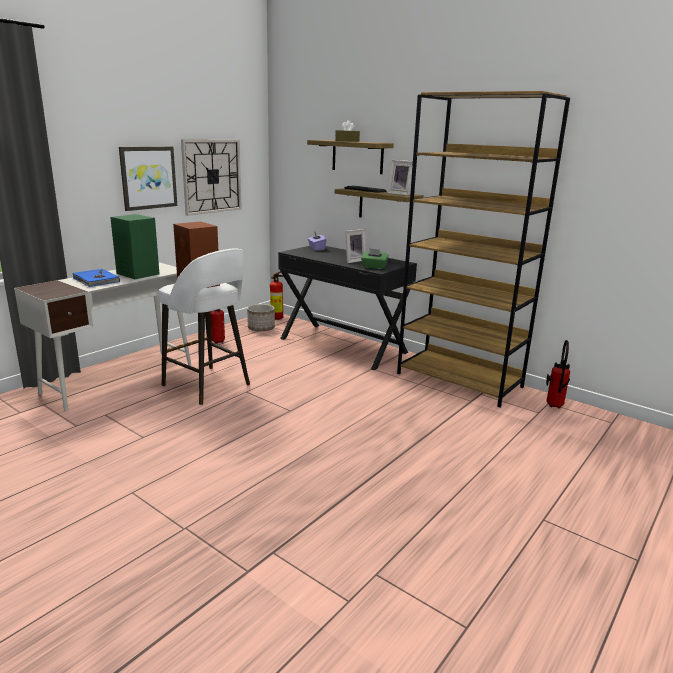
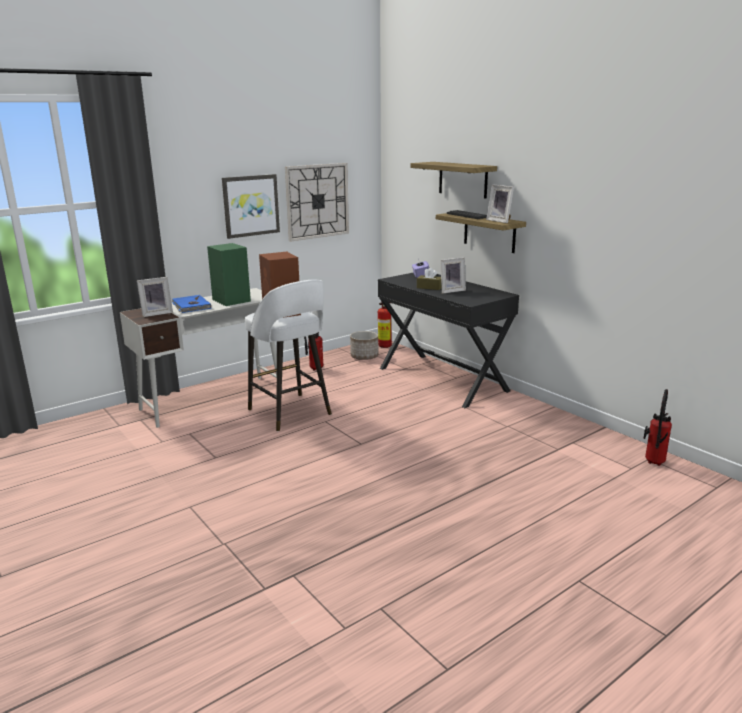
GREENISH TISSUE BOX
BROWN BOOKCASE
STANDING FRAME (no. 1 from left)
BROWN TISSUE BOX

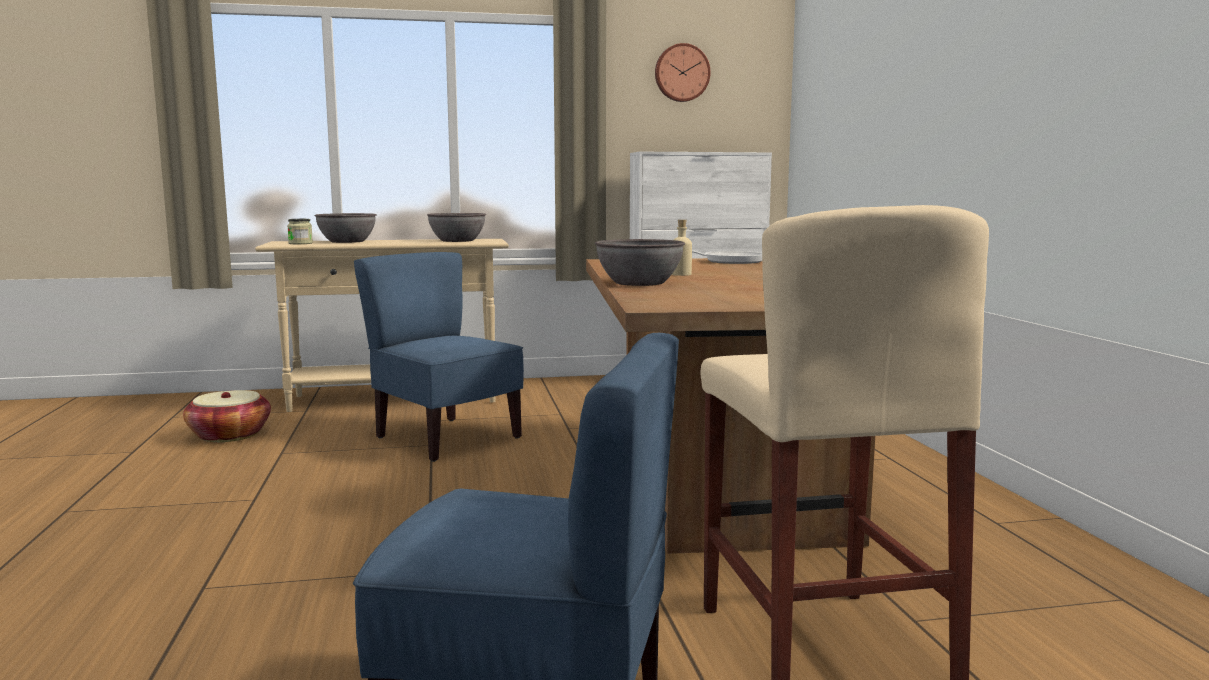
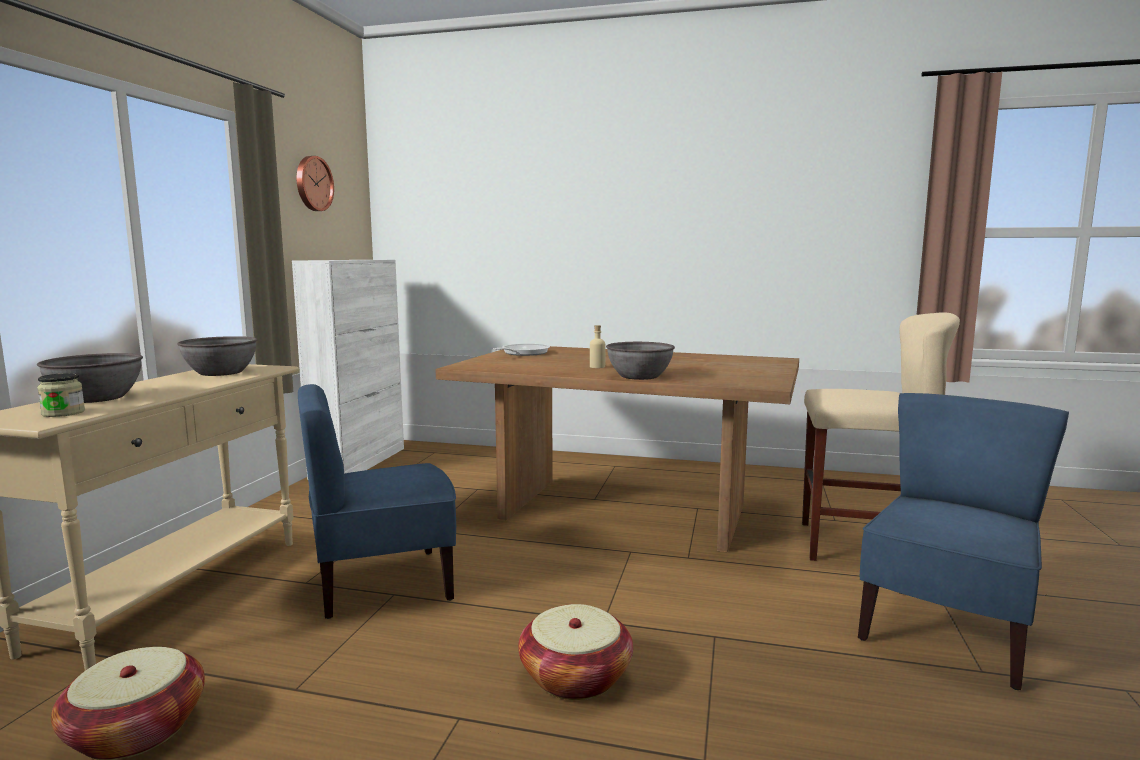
STORAGE BASKET (no. 2 from left)

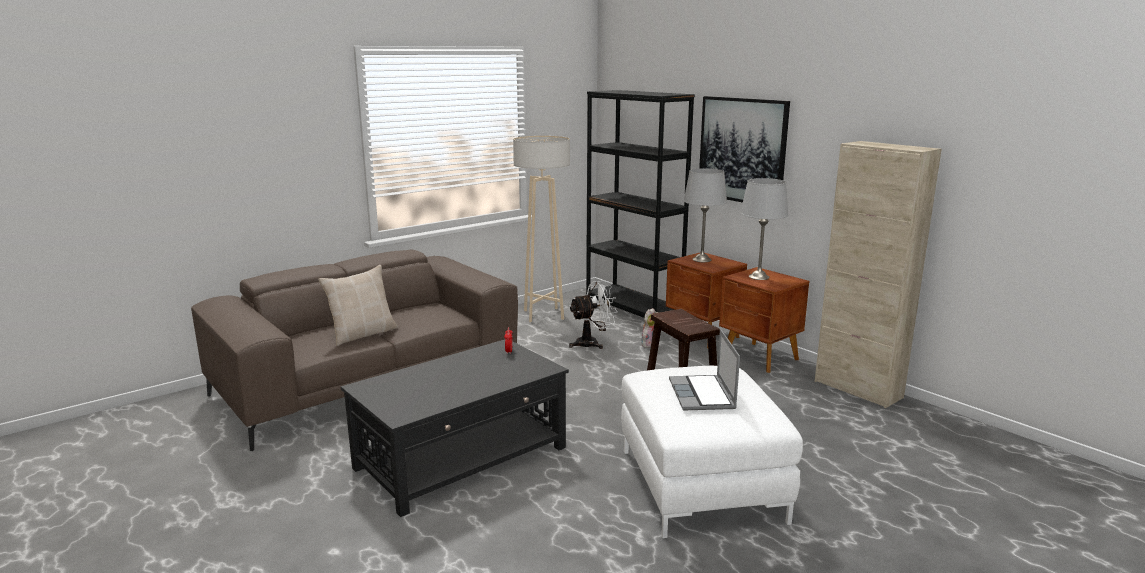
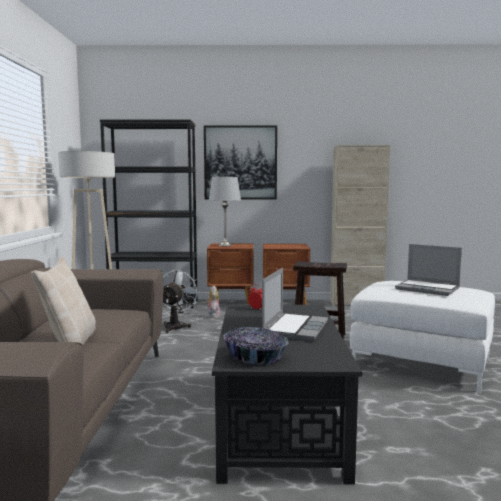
GREY TABLETOP LAMP (no. 2 from left in the first image)
SERVING BOWL
LAPTOP (no. 1 from left)

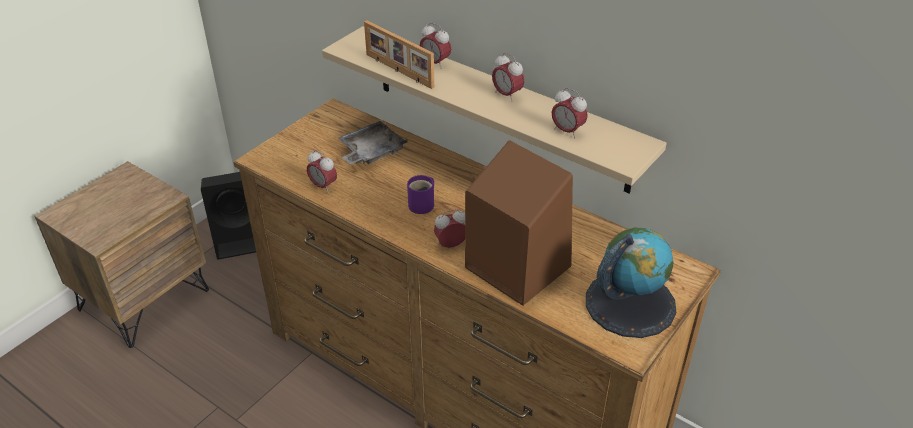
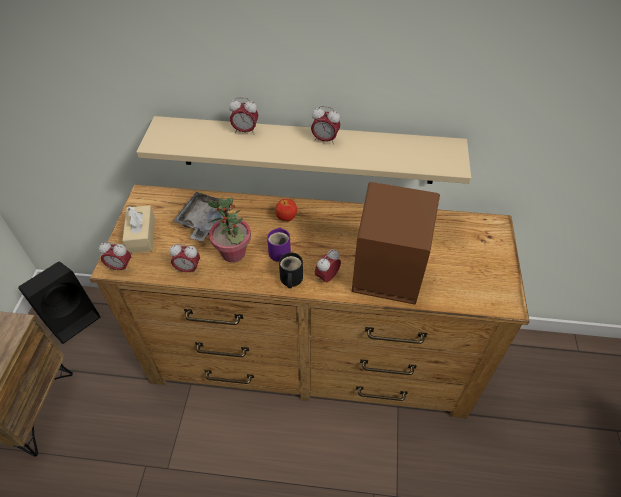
STANDING FRAME
WORLD GLOBE
BEIGE-COLOURED TISSUE BOX
PLANT IN A POT
APPLE FRUIT
BLACKISH MUG
ALARM CLOCK (no. 1 from left)

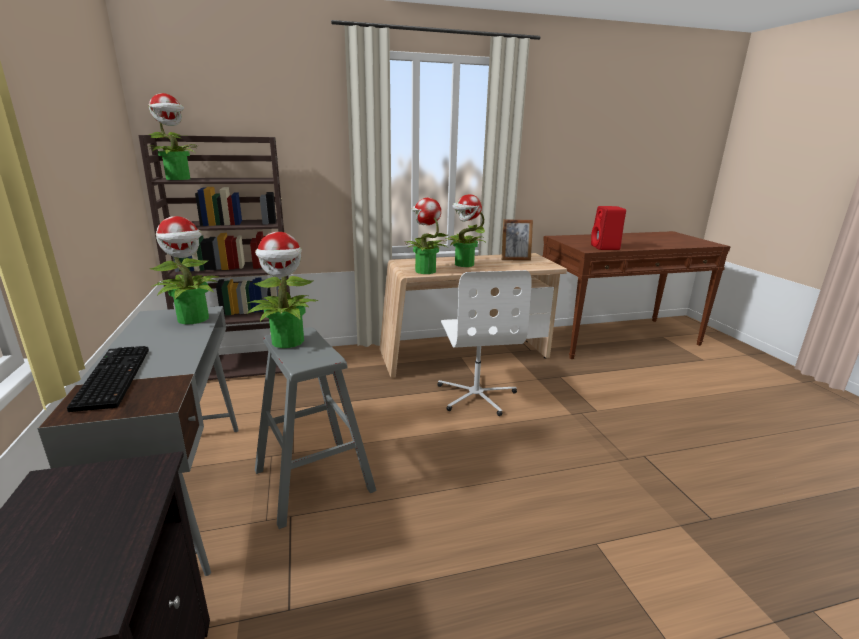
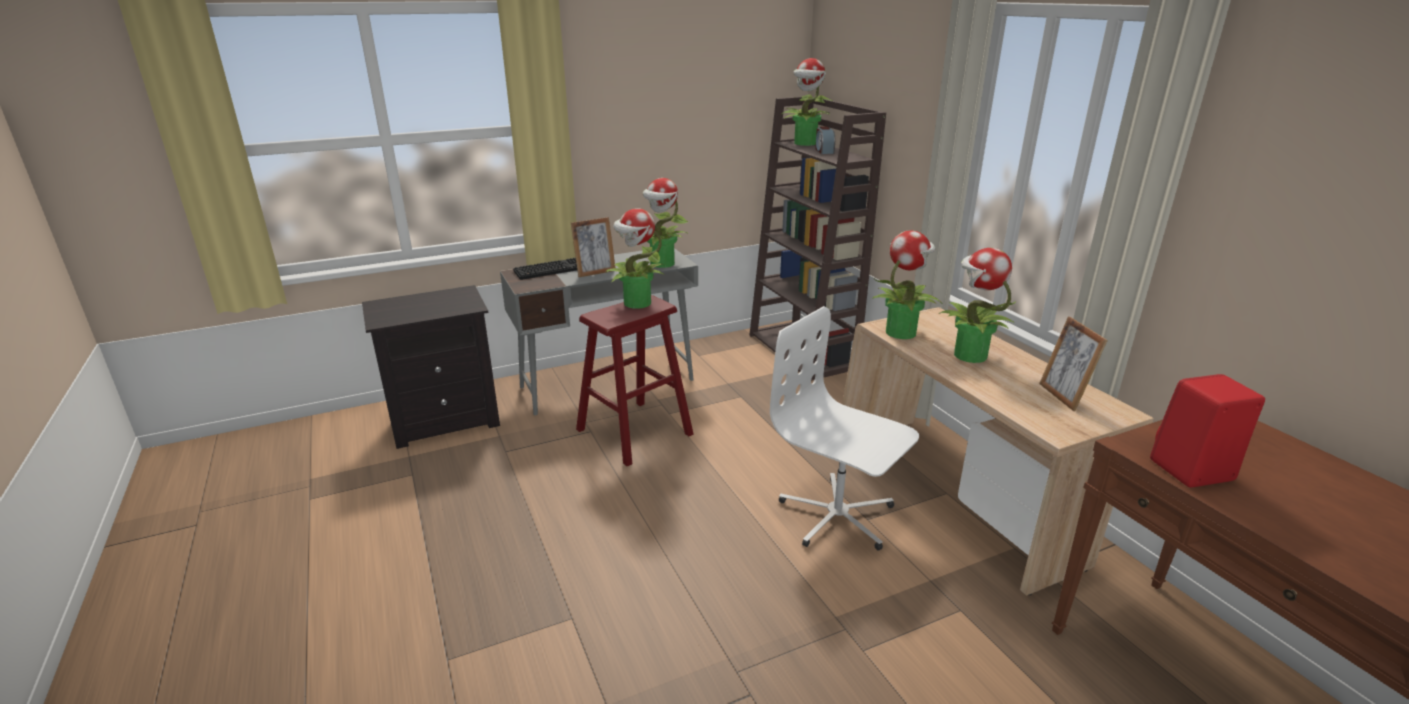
STANDING FRAME (no. 1 from left)
ALARM CLOCK
RED-COLOURED STOOL
WHITISH COMPUTER CHAIR

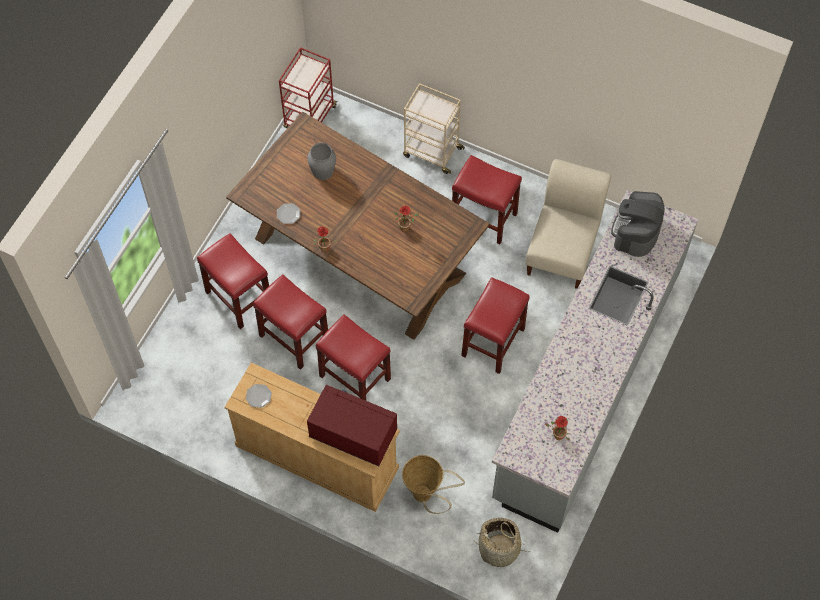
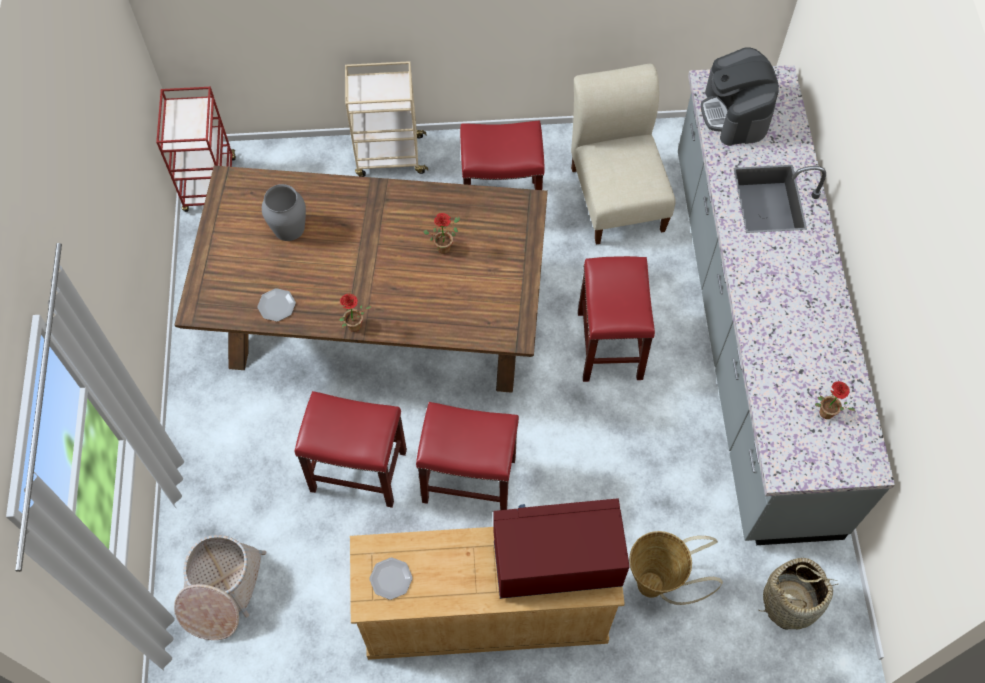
RED-COLOURED STOOL (no. 1 from left in the first image)
STORAGE BASKET (no. 1 from left)

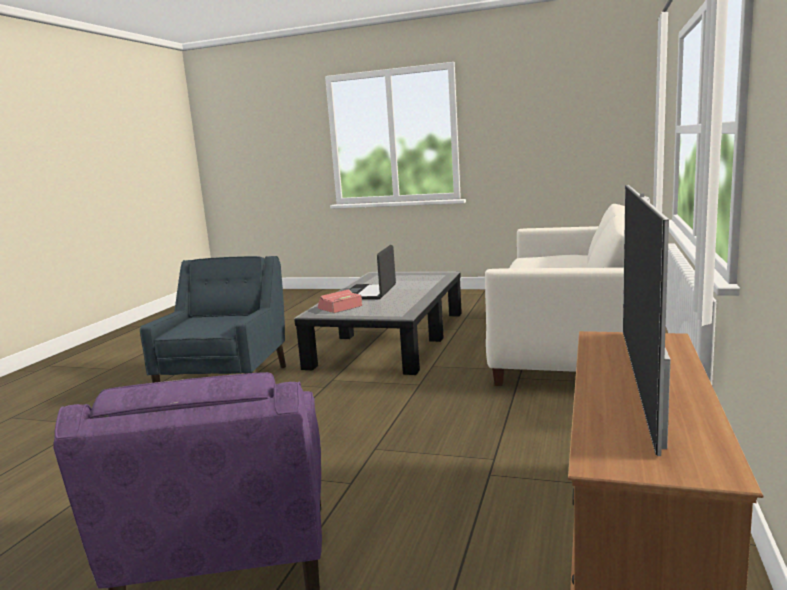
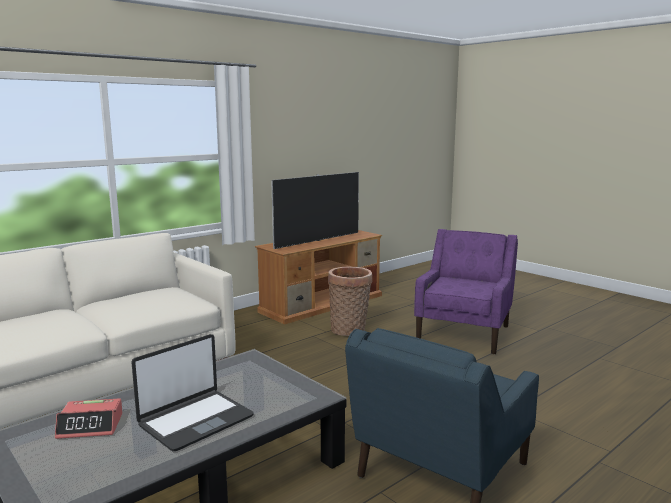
STORAGE BASKET
ALARM CLOCK

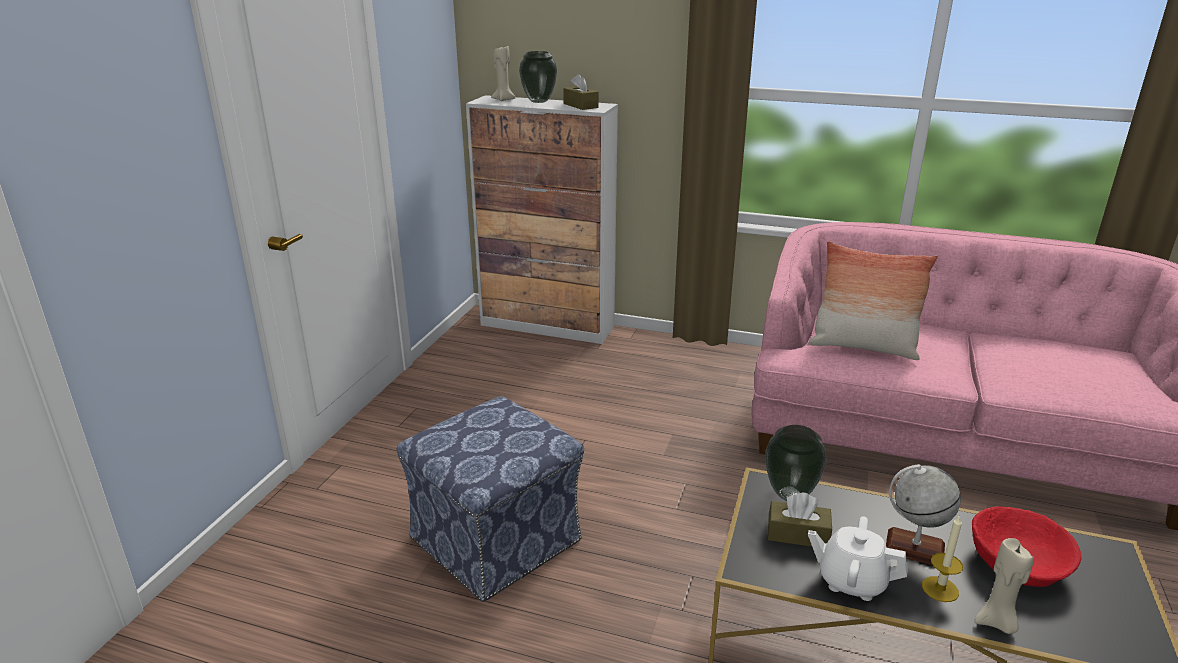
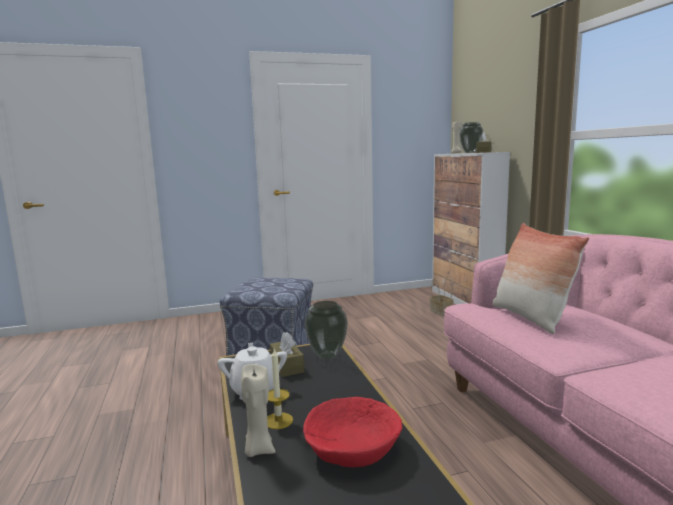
WORLD GLOBE
STORAGE BASKET

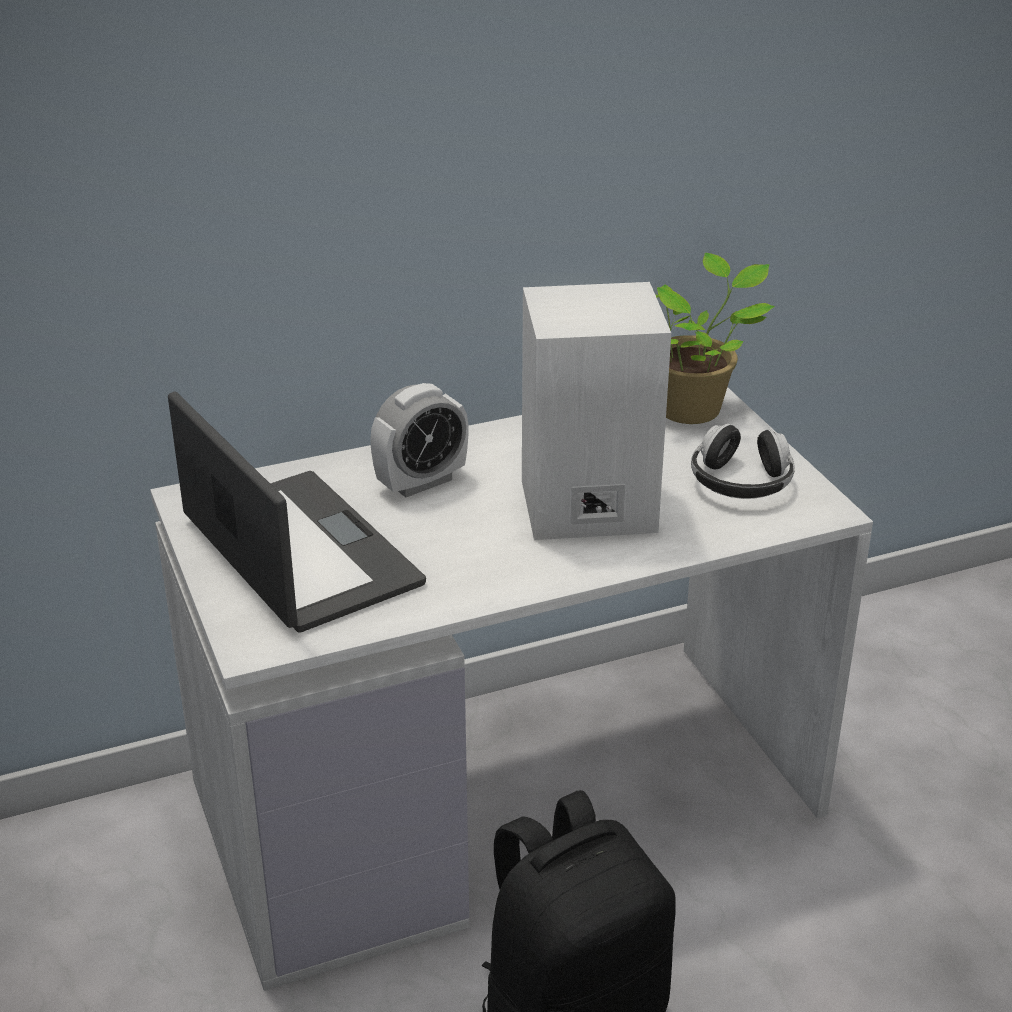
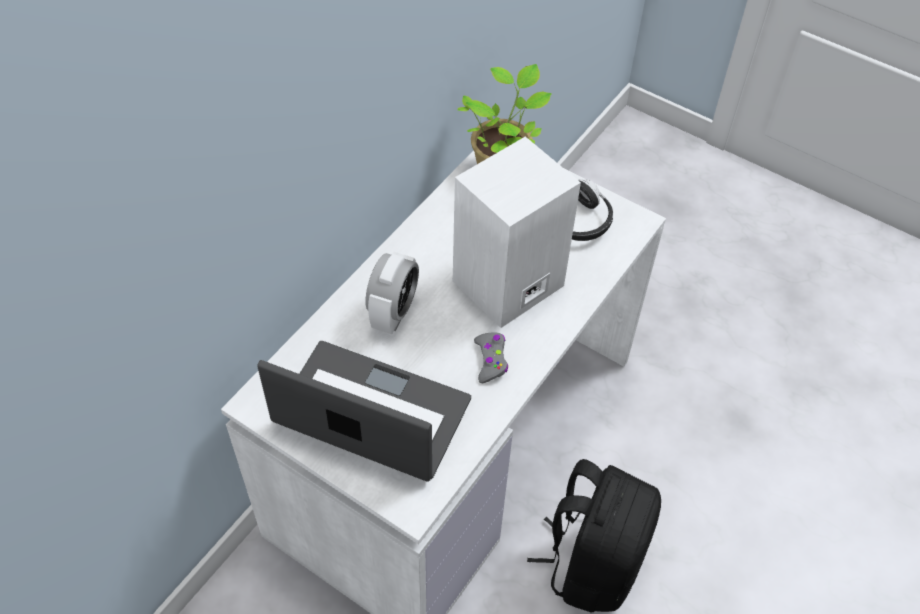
GREY JOYPAD

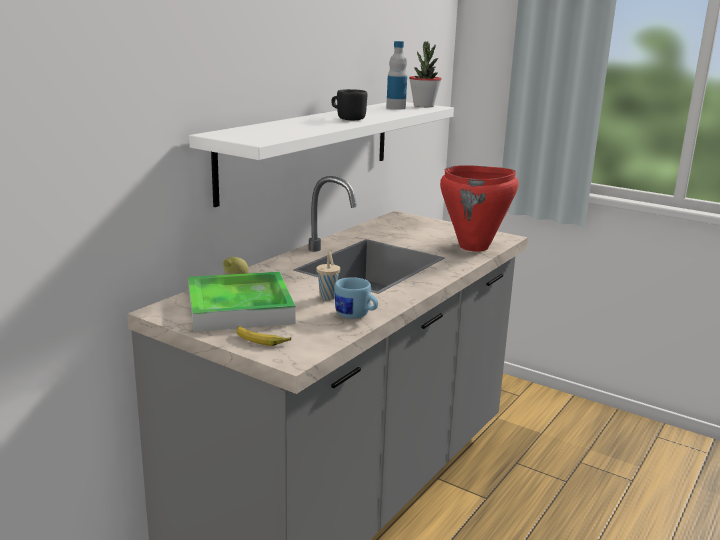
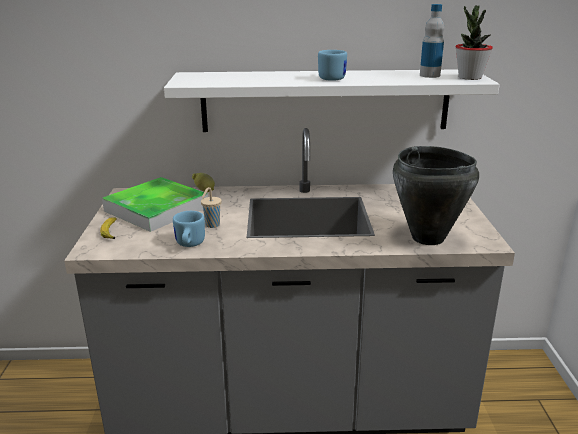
BLUE MUG (no. 2 from left)
BLACKISH SAUCEPOT

